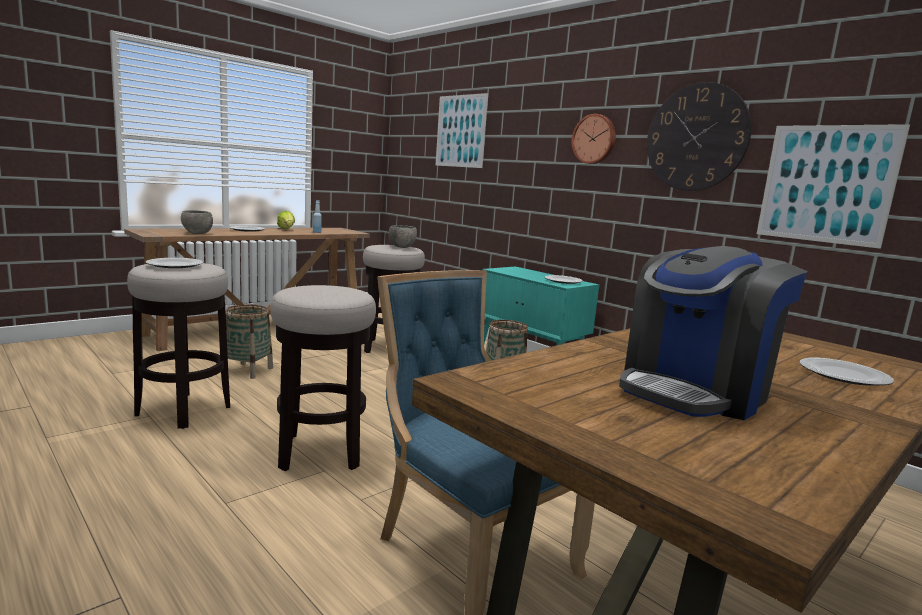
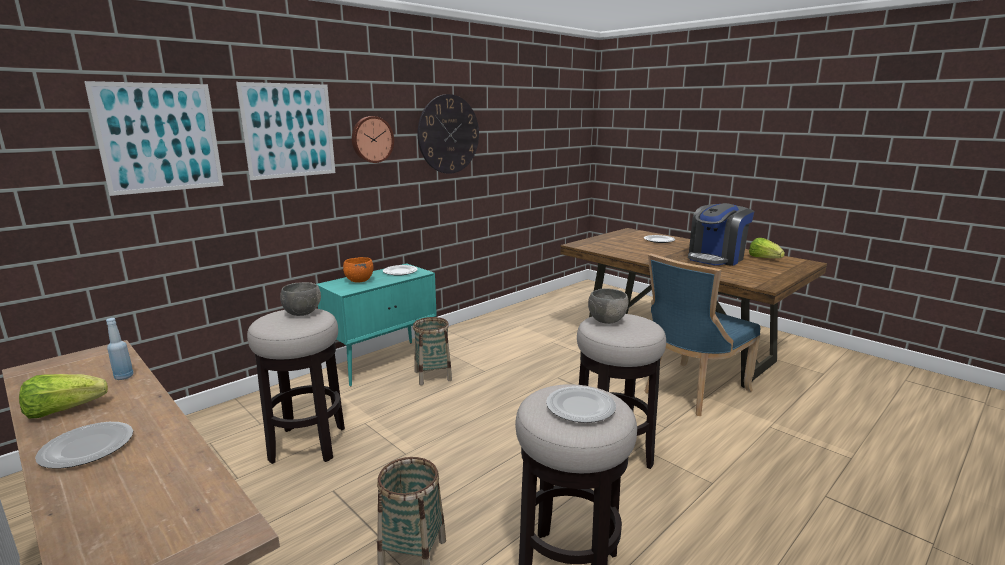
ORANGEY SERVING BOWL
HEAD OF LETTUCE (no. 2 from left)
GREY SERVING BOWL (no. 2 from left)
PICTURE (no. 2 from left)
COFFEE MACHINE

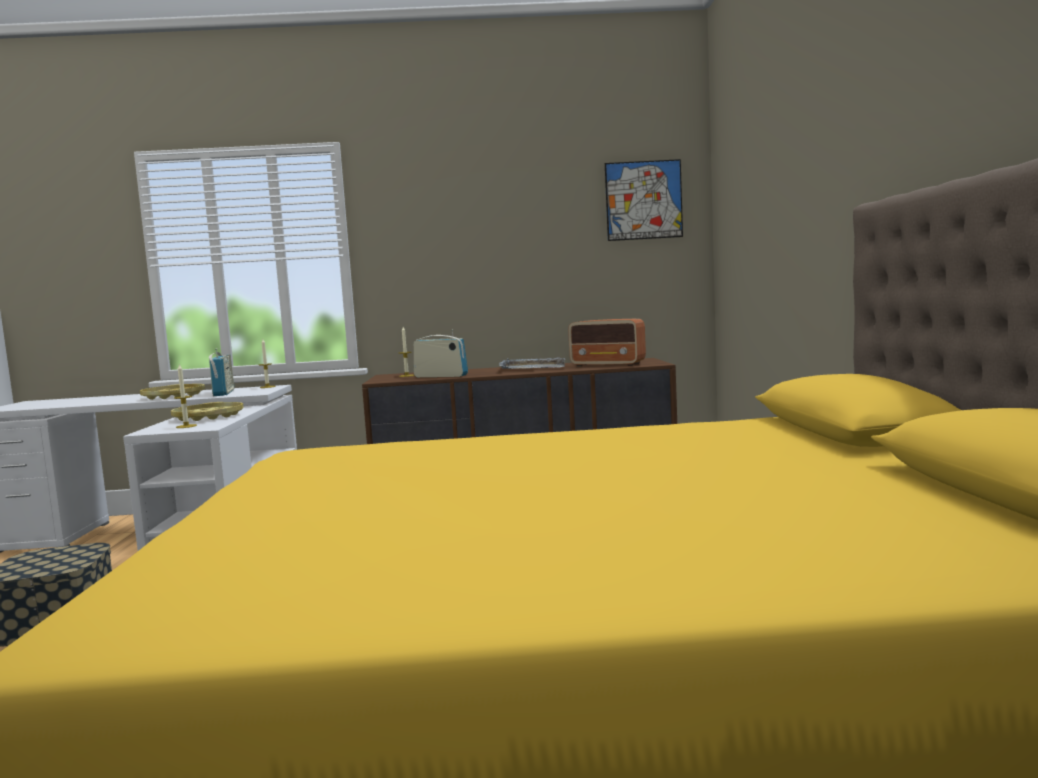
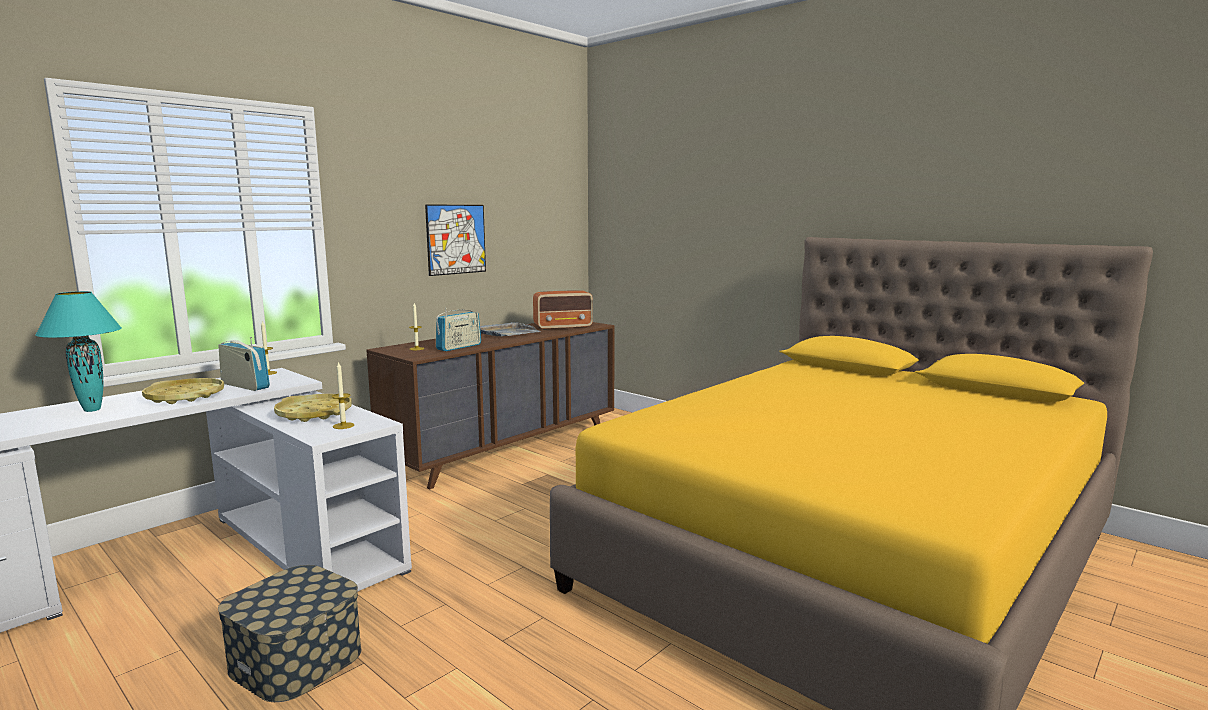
TURQUOISE TABLETOP LAMP
PICTURE
RADIO SET (no. 2 from left)

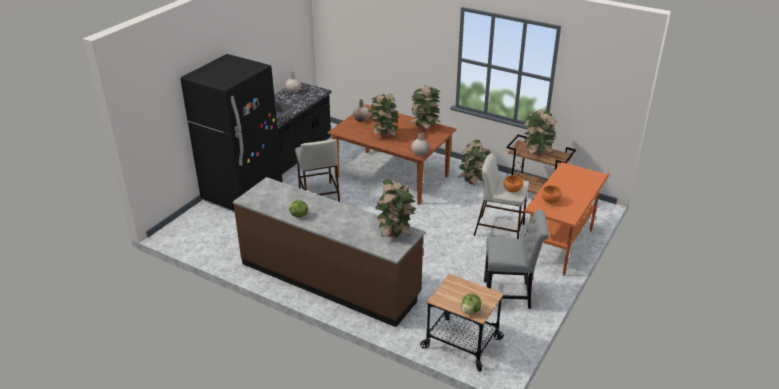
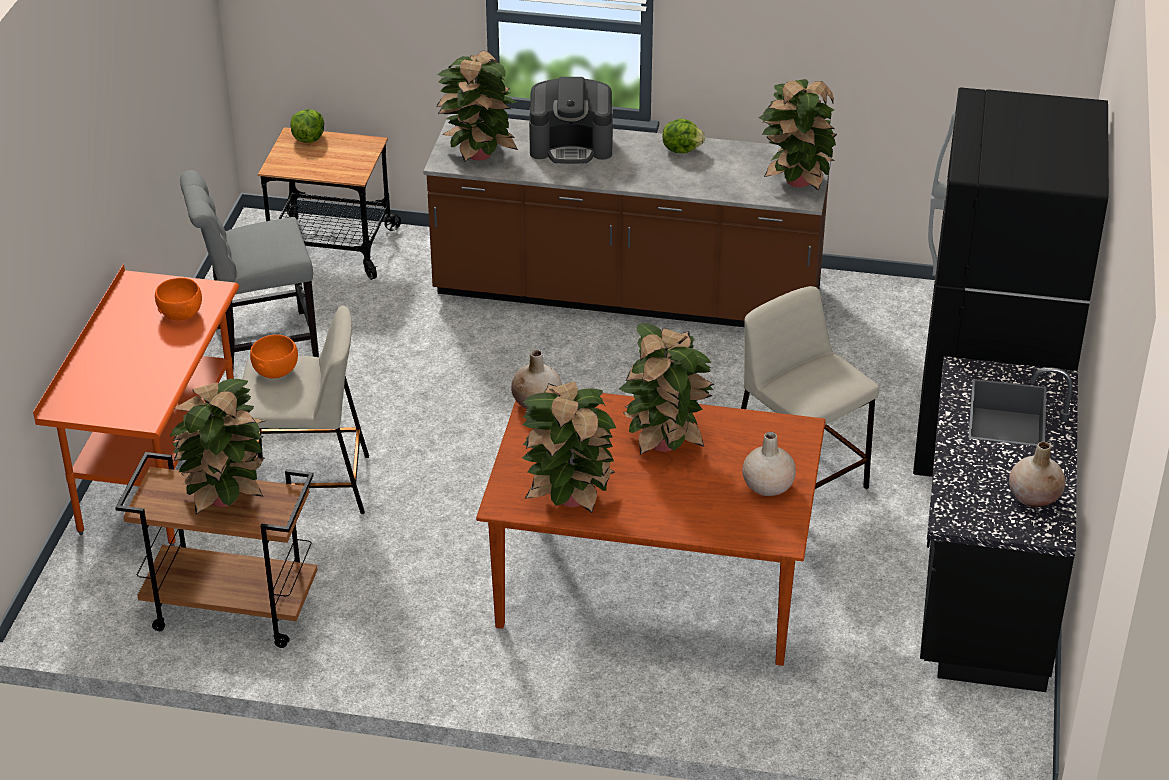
COFFEE MACHINE
PLANT IN A POT (no. 5 from left)

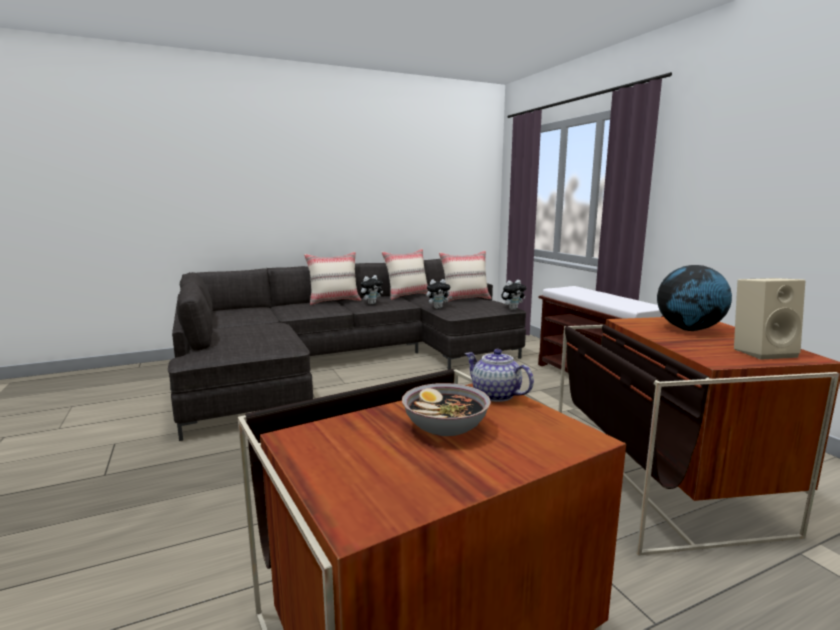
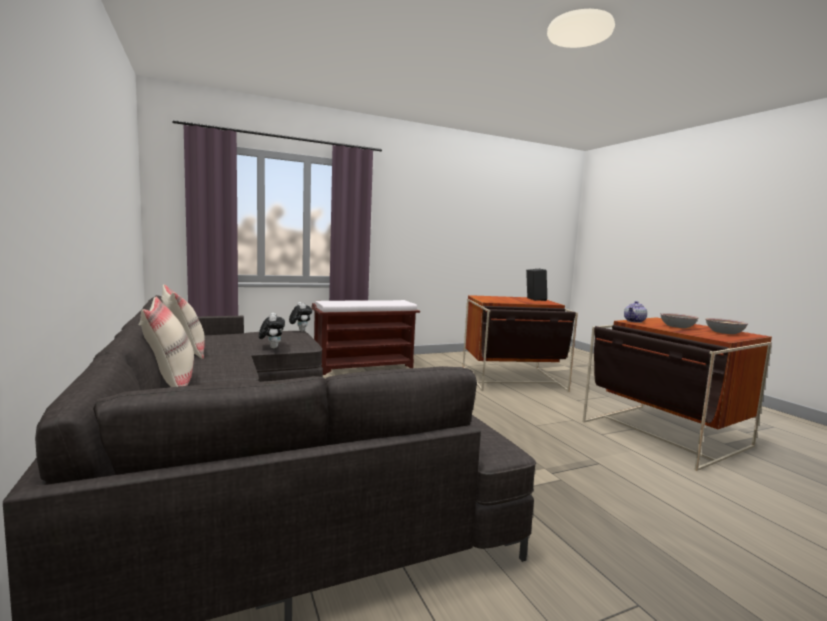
PLUSH TOY (no. 1 from left in the first image)
BEIGE-COLOURED THROW PILLOW (no. 3 from left in the first image)
WORLD GLOBE
SERVING BOWL (no. 2 from left)
BLACKISH AUDIO SPEAKER

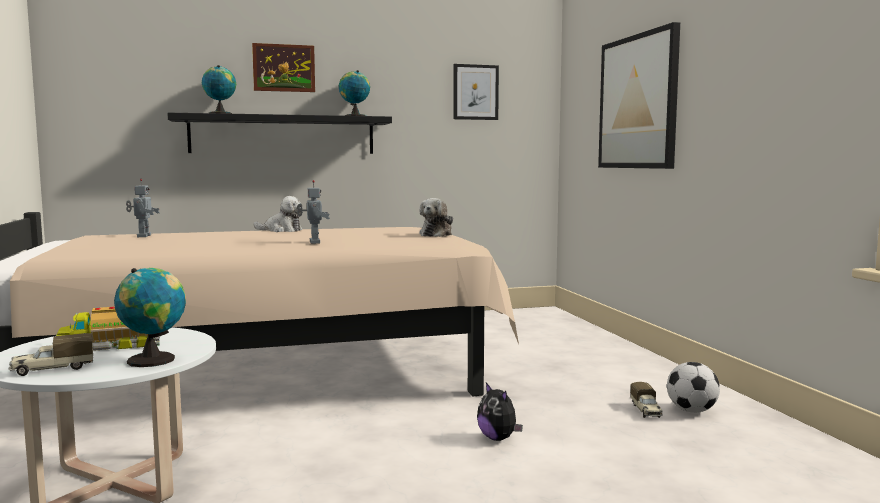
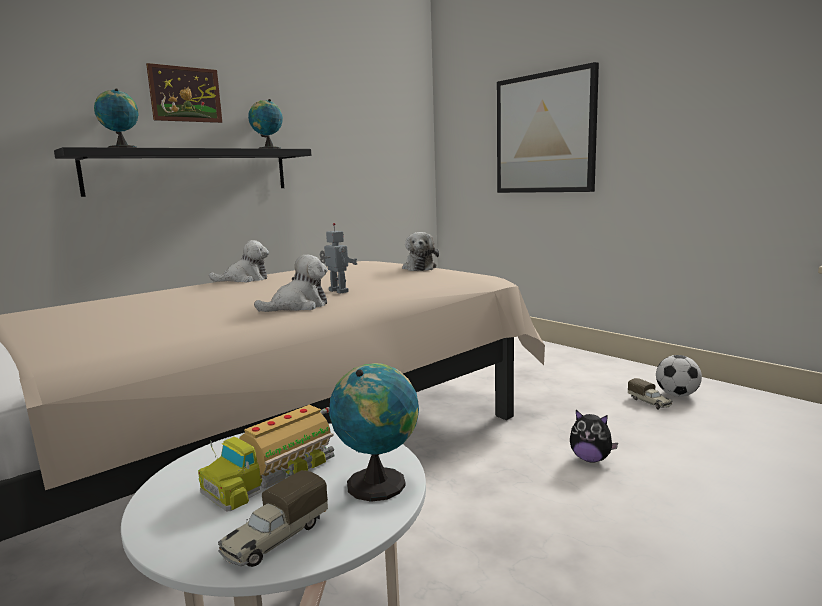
TOY ROBOT (no. 1 from left in the first image)
PICTURE (no. 2 from left in the first image)
PLUSH TOY (no. 2 from left)

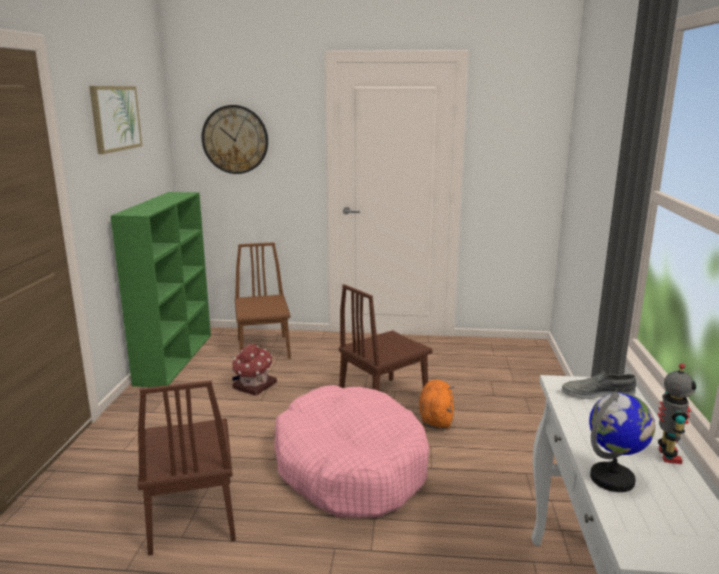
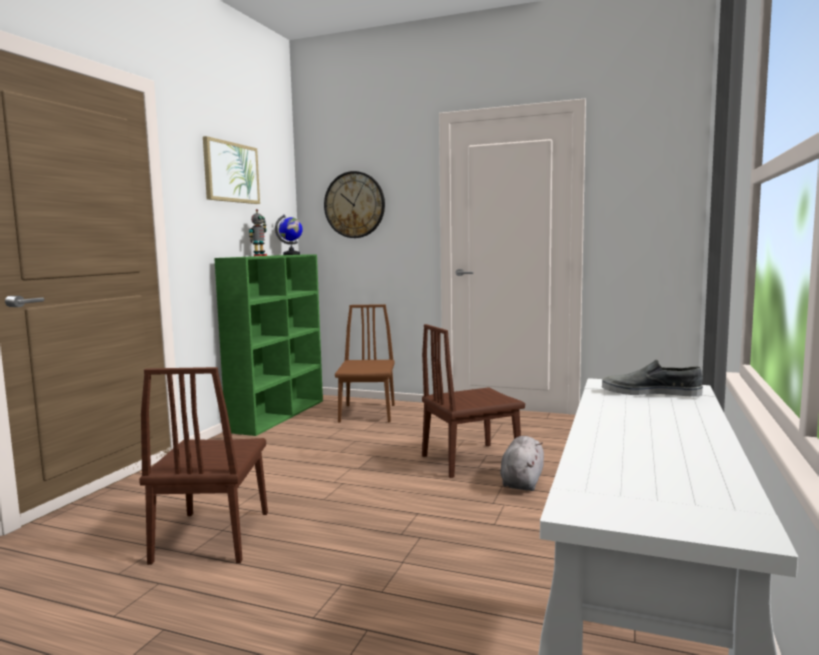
MINIATURE HOUSE
PINK PET BED
WORLD GLOBE
TOY ROBOT
GREY PLUSH TOY

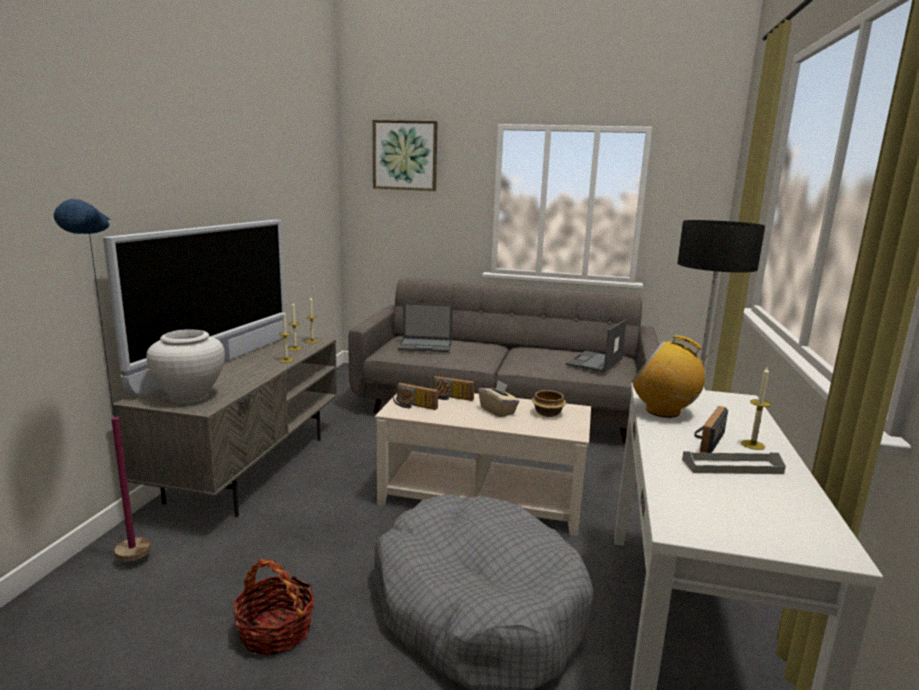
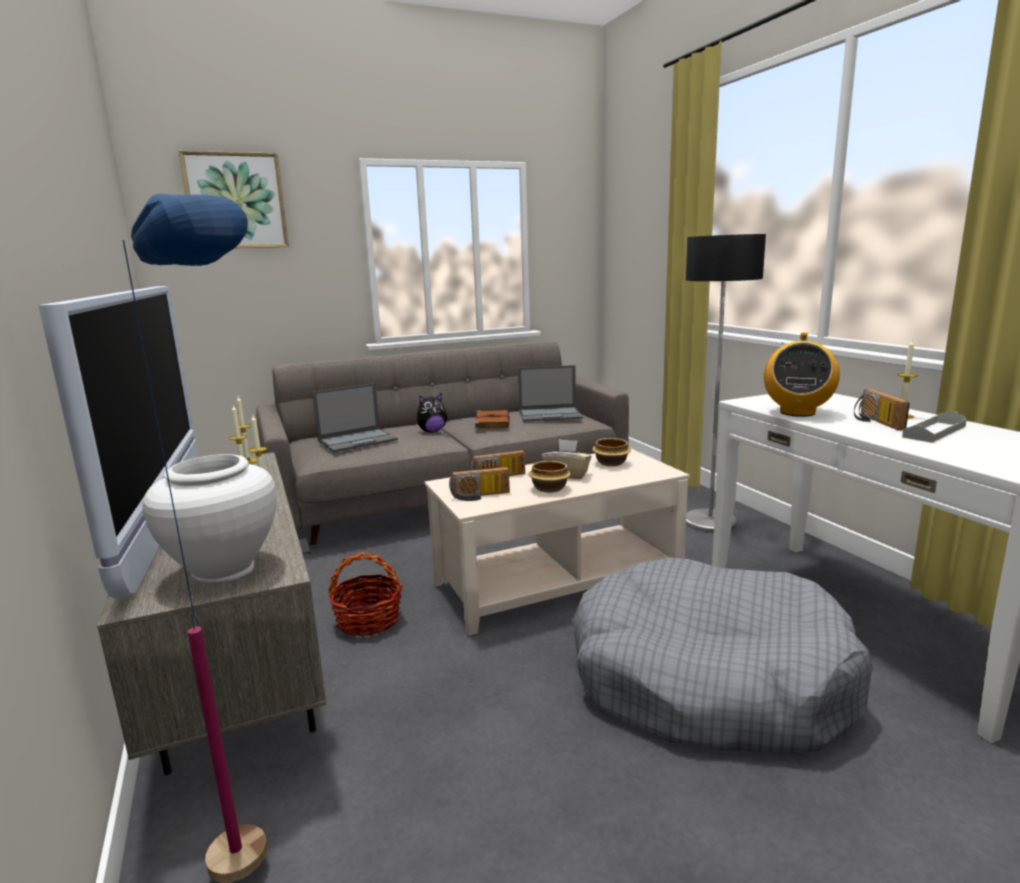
PLUSH TOY
BROWN BOUND BOOK
SERVING BOWL (no. 1 from left)
STORAGE BASKET
LAPTOP (no. 2 from left)
RADIO SET (no. 3 from left)

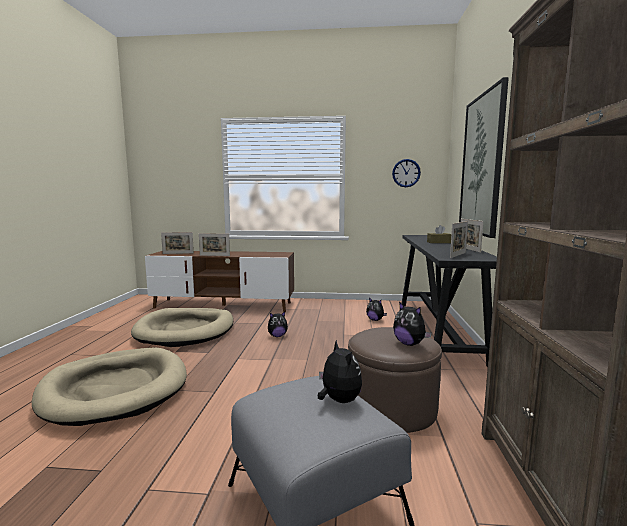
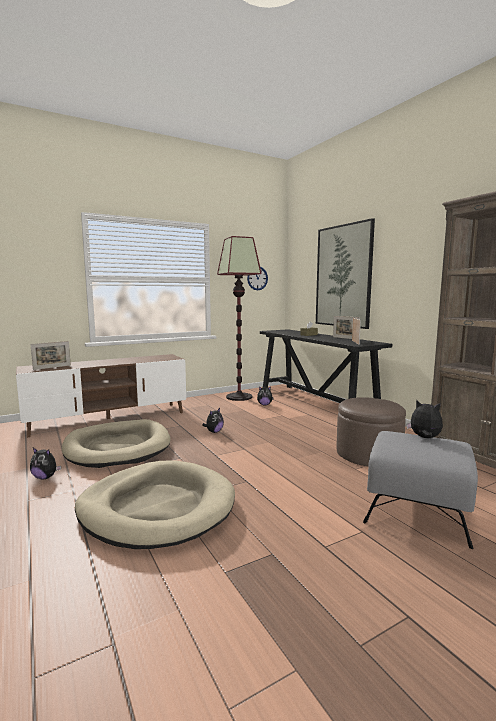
STANDING FRAME (no. 2 from left in the first image)
STANDING LAMP
PLUSH TOY (no. 1 from left)

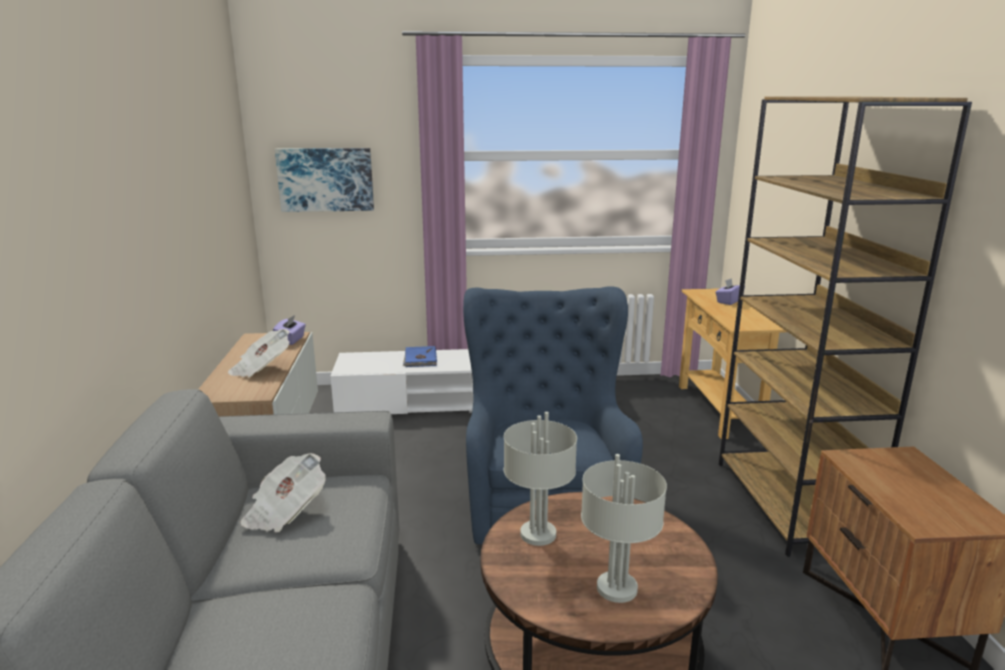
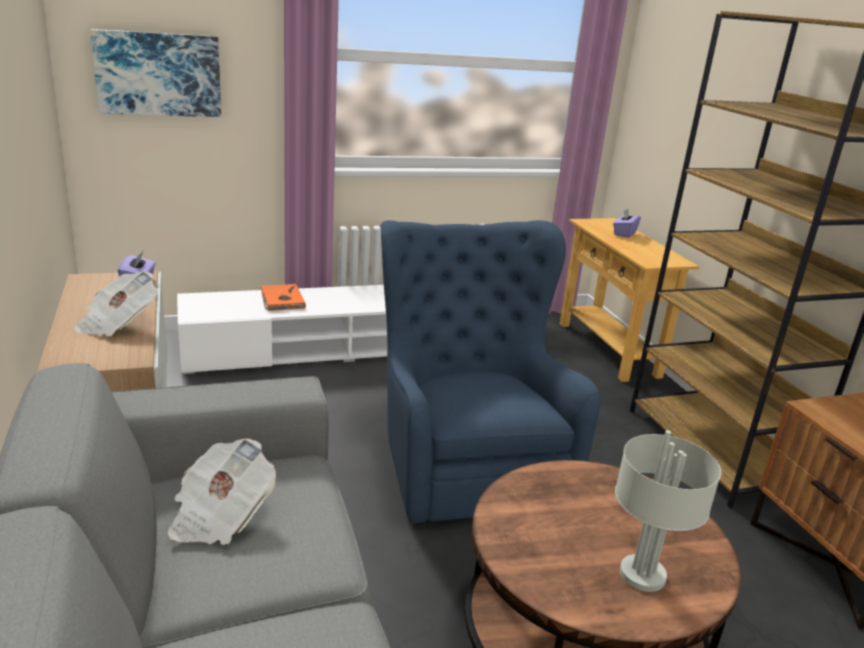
GREY TABLETOP LAMP (no. 1 from left in the first image)
ORANGEY BOUND BOOK

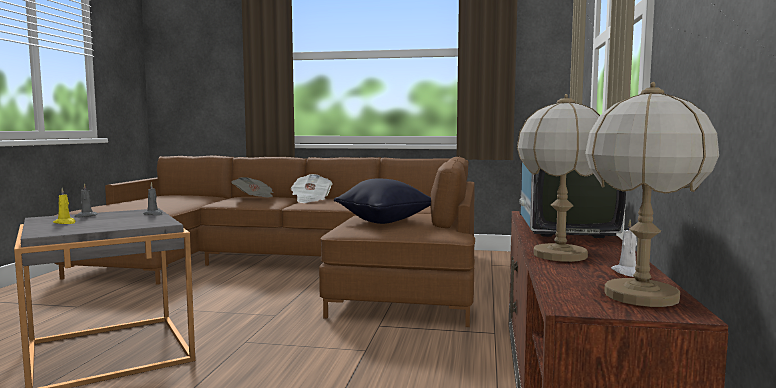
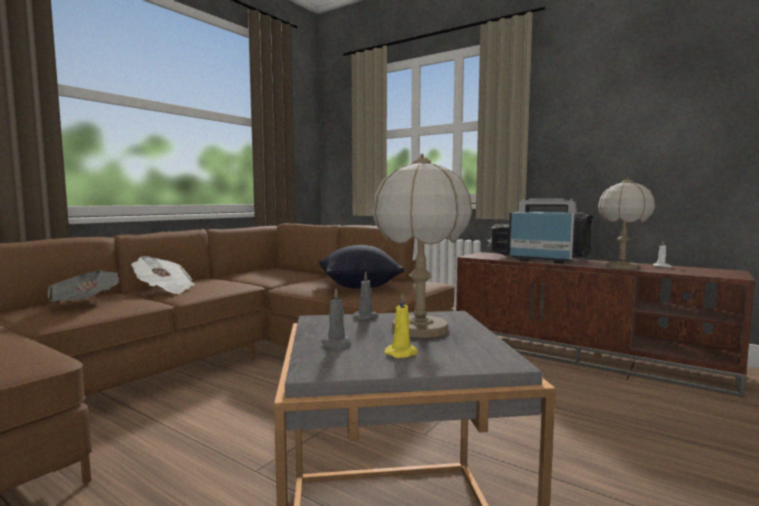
TABLETOP LAMP (no. 1 from left)

